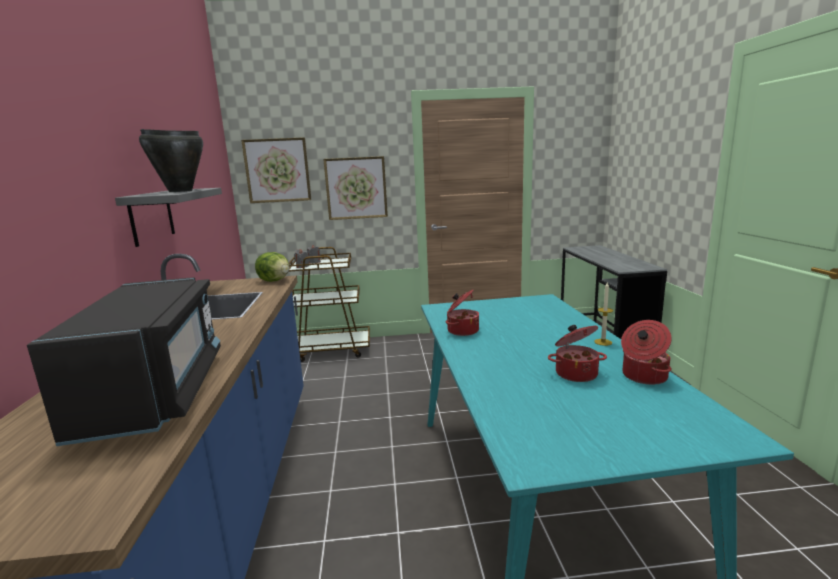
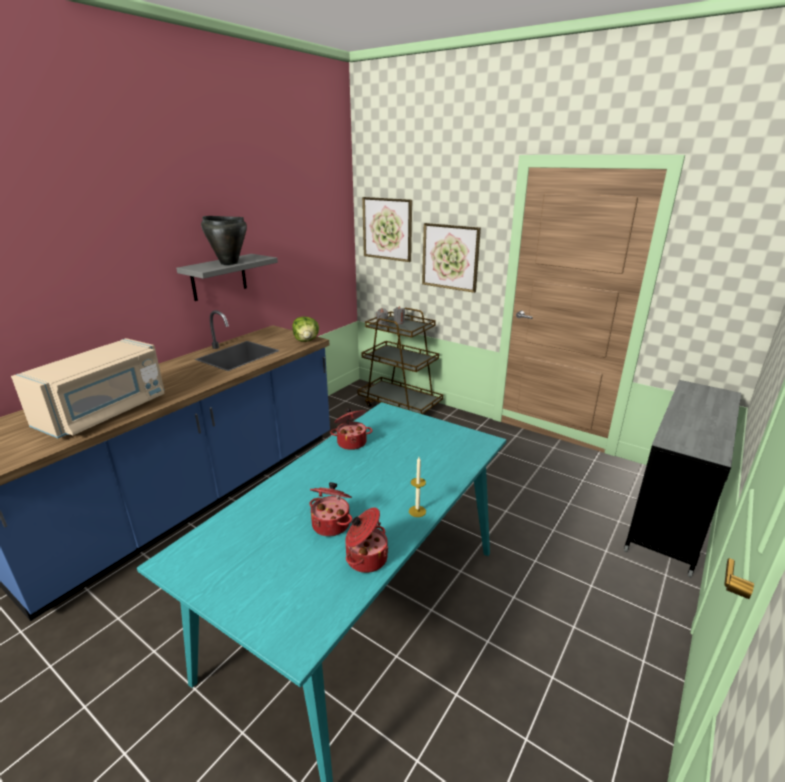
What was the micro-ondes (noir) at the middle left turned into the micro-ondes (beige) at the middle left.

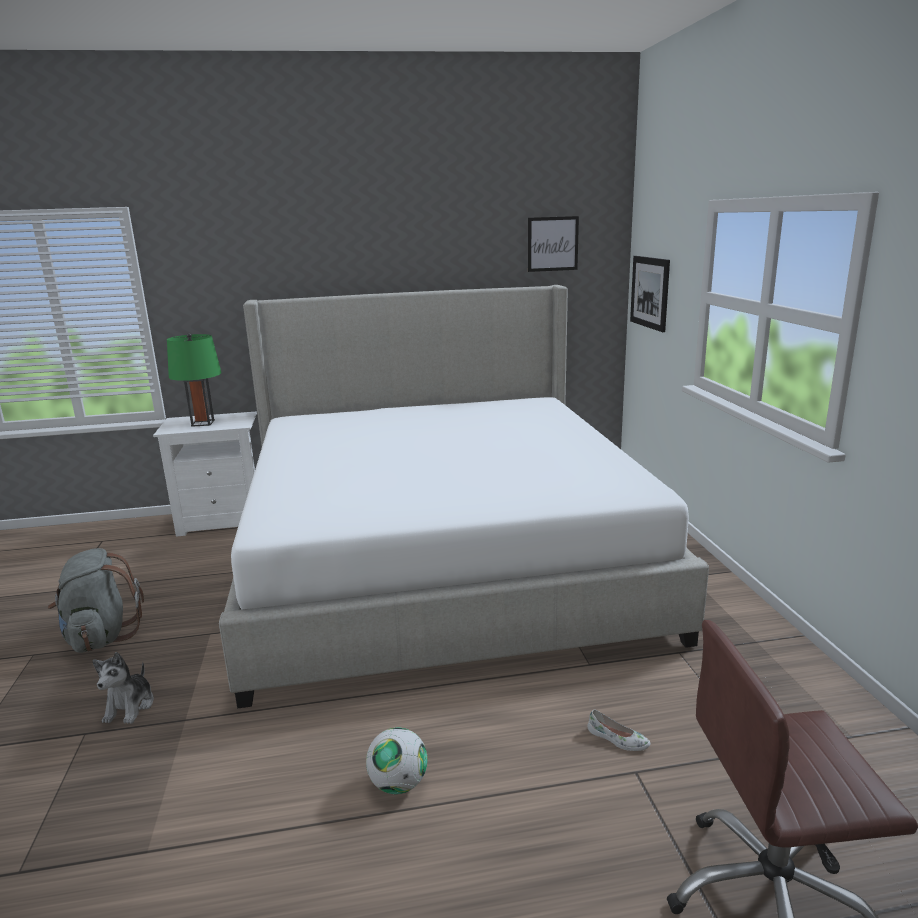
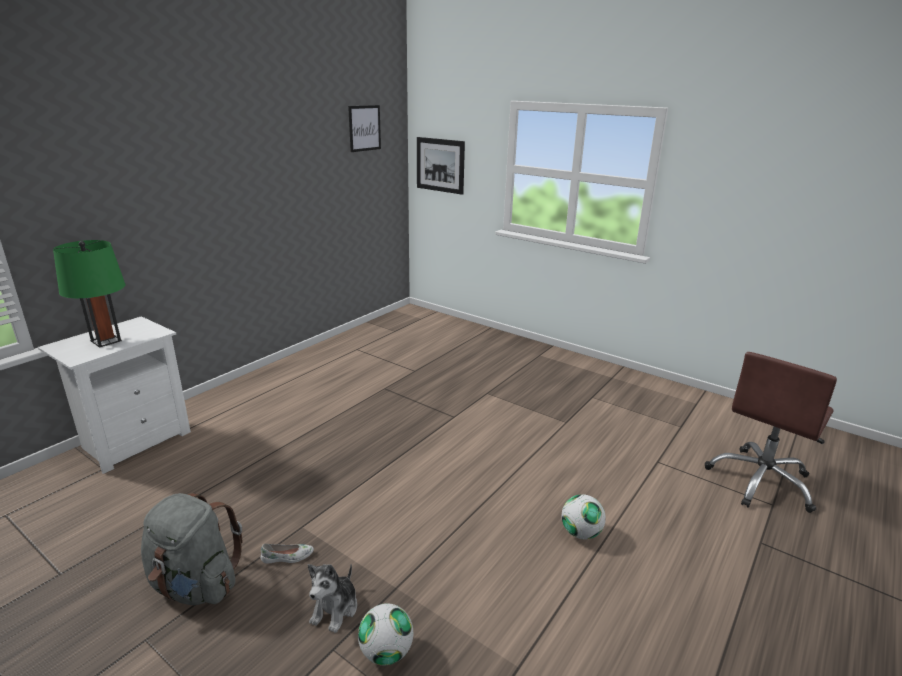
The chaussure (blanc) ended up elsewhere, having gone from the bottom right to the bottom left.
The peluche at the bottom left ended up facing another way, 60 degrees clockwise from before.
The second view gained the ballon de foot (1st from left) at the bottom centre.
The second view lost the lit at the centre.

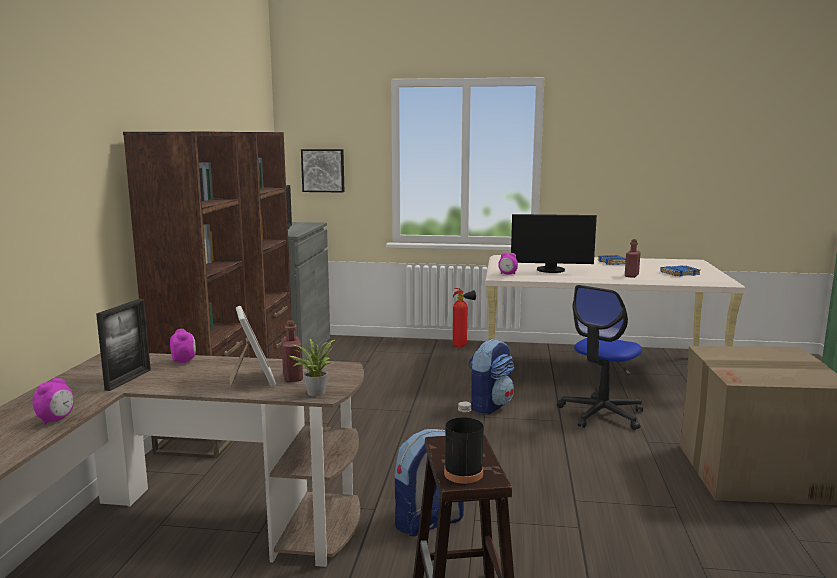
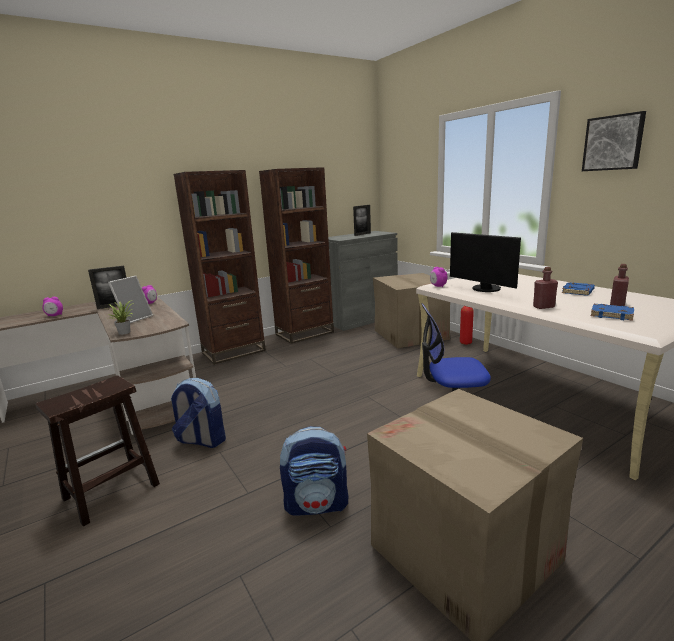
The sac à dos (2nd from left) ended up elsewhere, having gone from the centre to the bottom centre.
The second view gained the carton (1st from left) at the centre.
The tableau ended up elsewhere, having gone from the top centre to the top right.
The bouteille (rouge) (1st from left in the first image) ended up elsewhere, having gone from the centre to the middle right.
The second view lost the bouteille (noir) at the bottom centre.

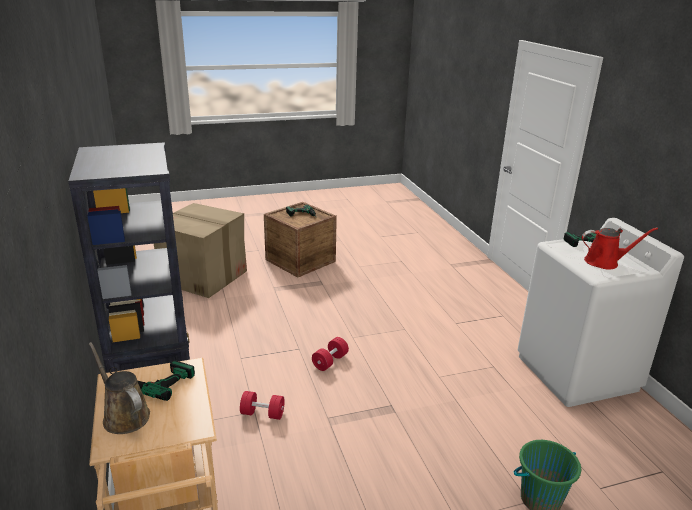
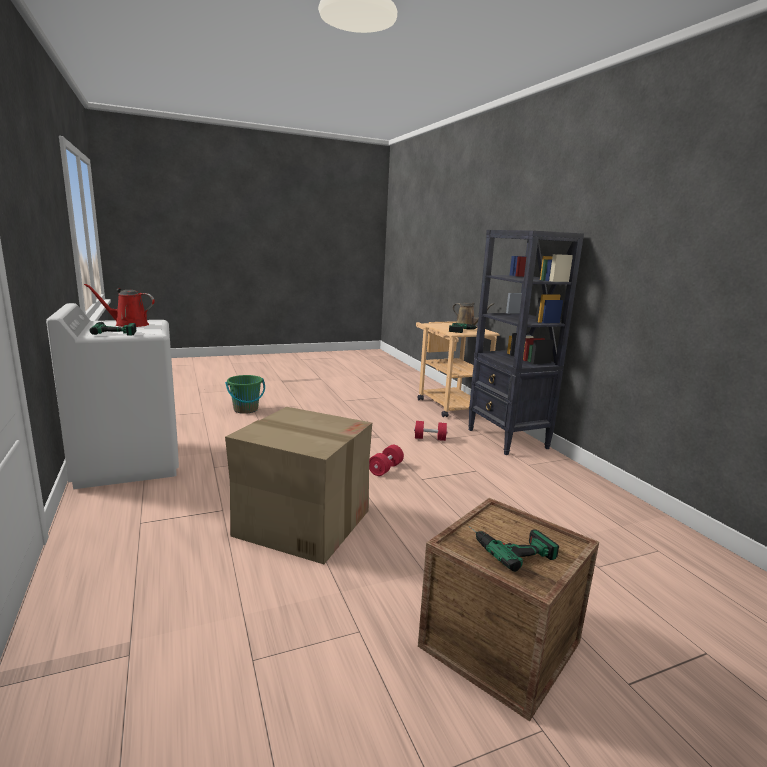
The carton ended up elsewhere, having gone from the middle left to the centre.

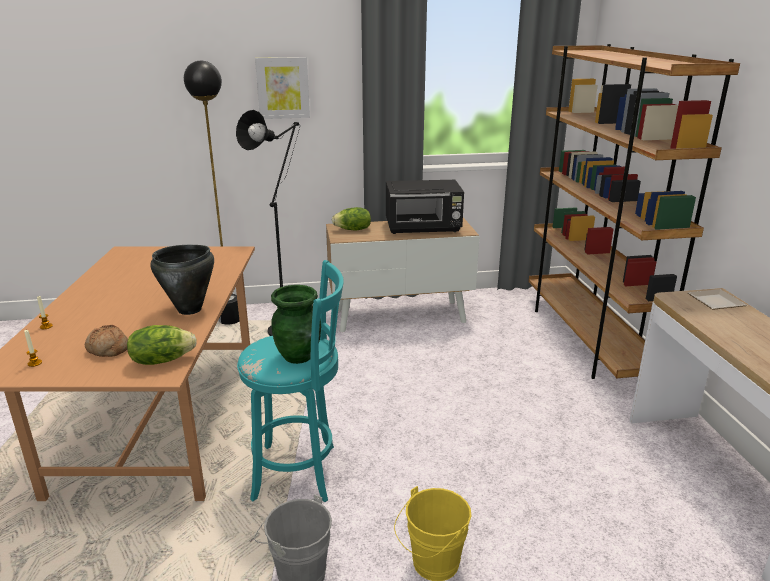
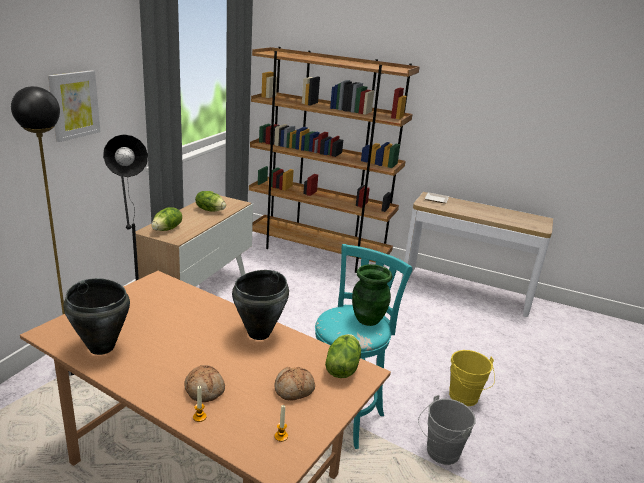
The second view gained the marmite (noir) (1st from left) at the middle left.
The second view gained the pain (1st from left) at the bottom left.
Where the micro-ondes (noir) stood at the centre, the laitue (2nd from left) came to stand at the middle left.

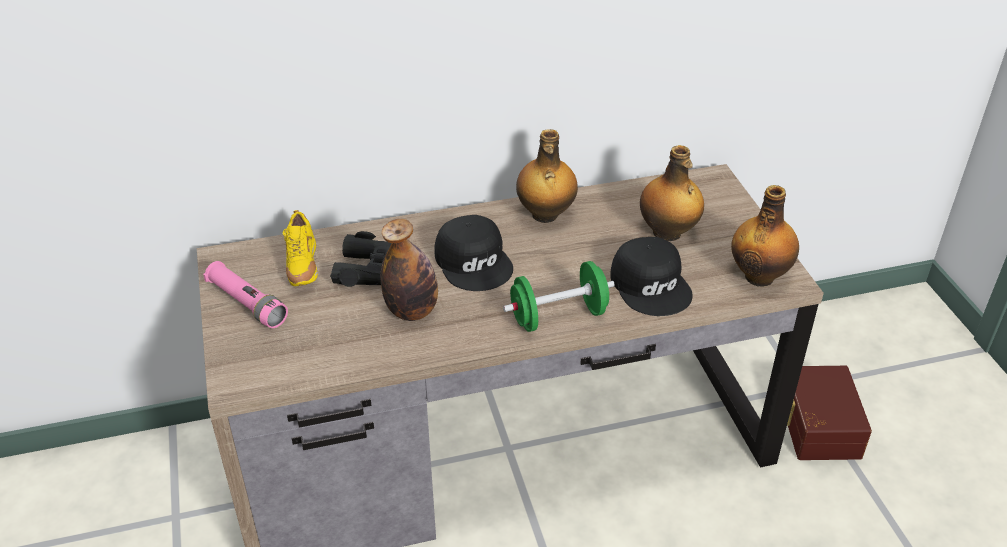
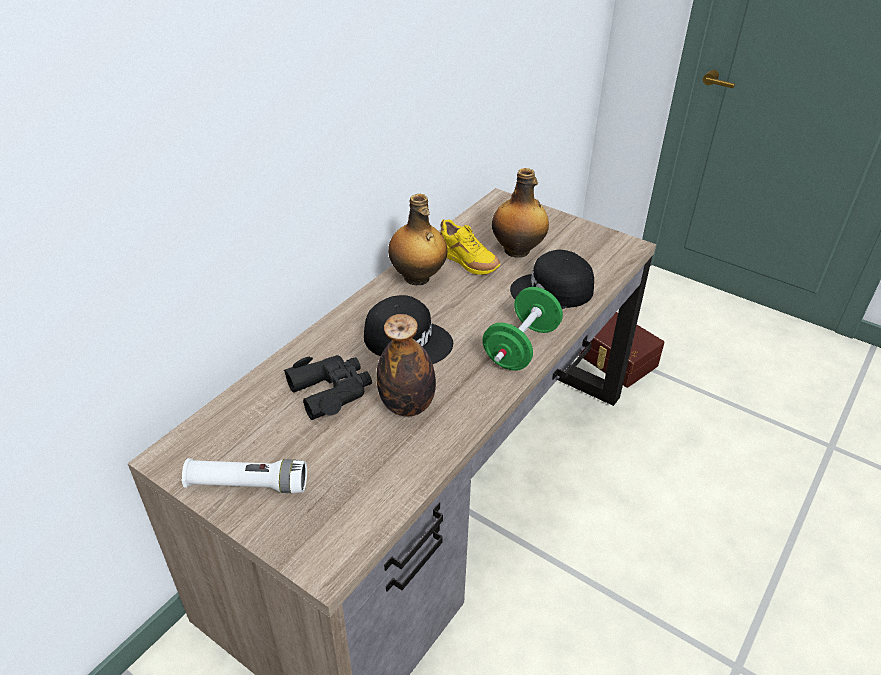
What was the lampe de poche (rose) at the middle left turned into the lampe de poche (blanc) at the bottom left.
The chaussure (jaune) ended up elsewhere, having gone from the middle left to the centre.
The casquette (noir) (2nd from left) at the centre ended up facing another way, 135 degrees clockwise from before.
The second view lost the bouteille (4th from left) at the middle right.

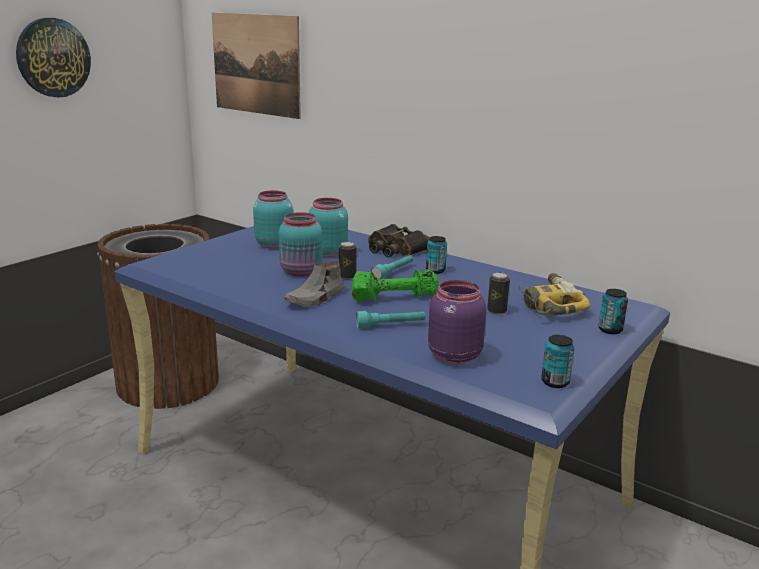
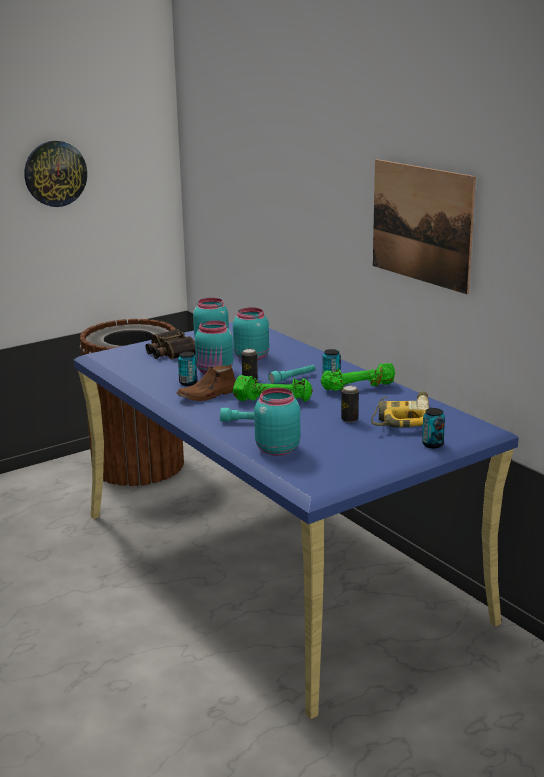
The jumelles ended up elsewhere, having gone from the centre to the middle left.
What was the chaussure (gris) at the centre turned into the chaussure (marron) at the centre.
The boîte métallique (4th from left in the first image) ended up elsewhere, having gone from the middle right to the centre.
What was the bocal (violet) at the centre turned into the bocal (turquoise) (4th from left) at the centre.
The second view gained the haltère (vert) (2nd from left) at the centre.
The tableau ended up elsewhere, having gone from the top centre to the top right.

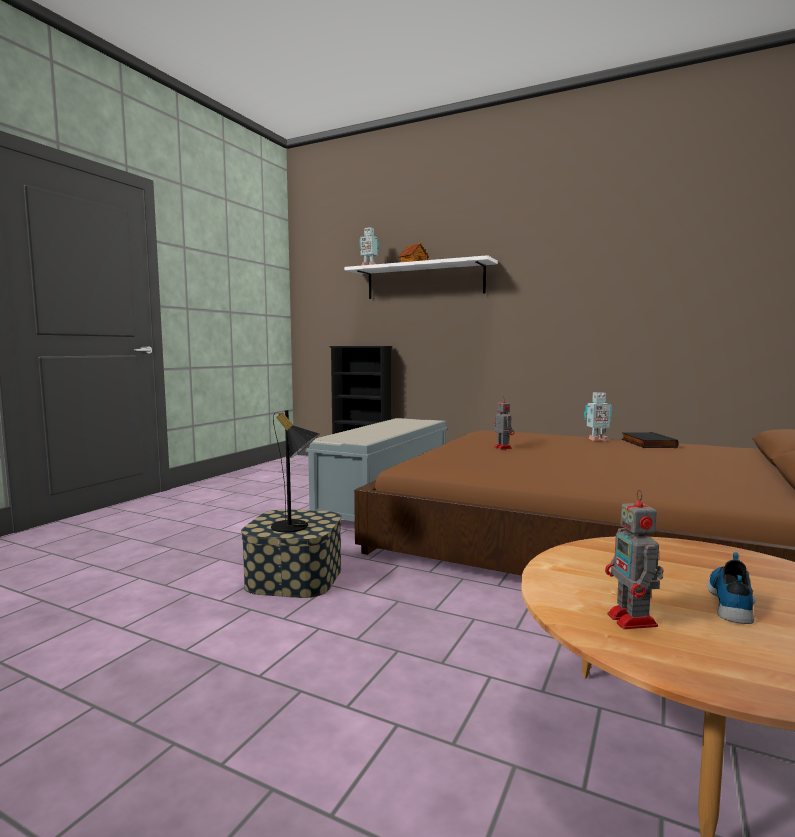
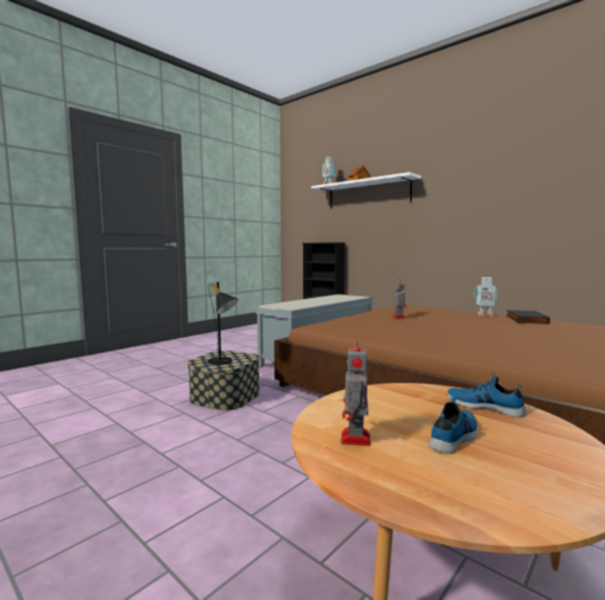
The second view gained the chaussure (2nd from left) at the middle right.

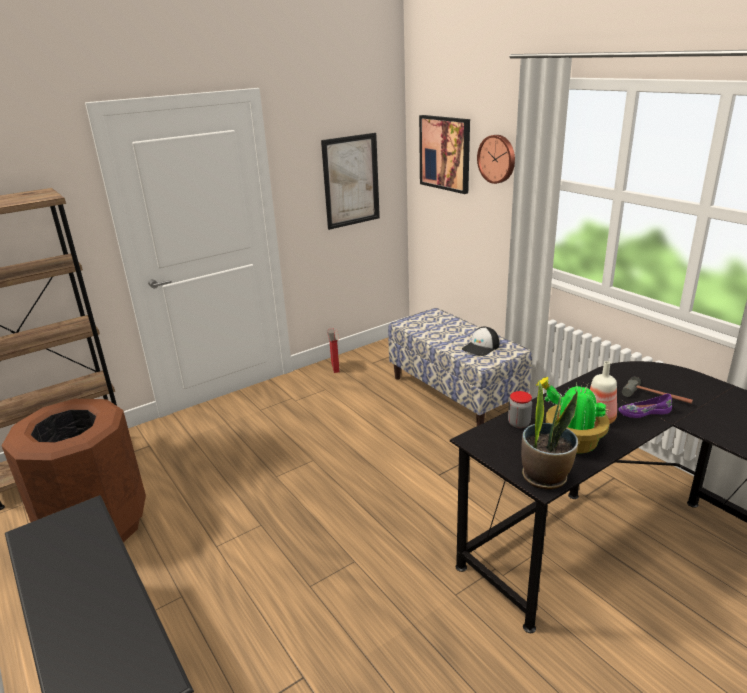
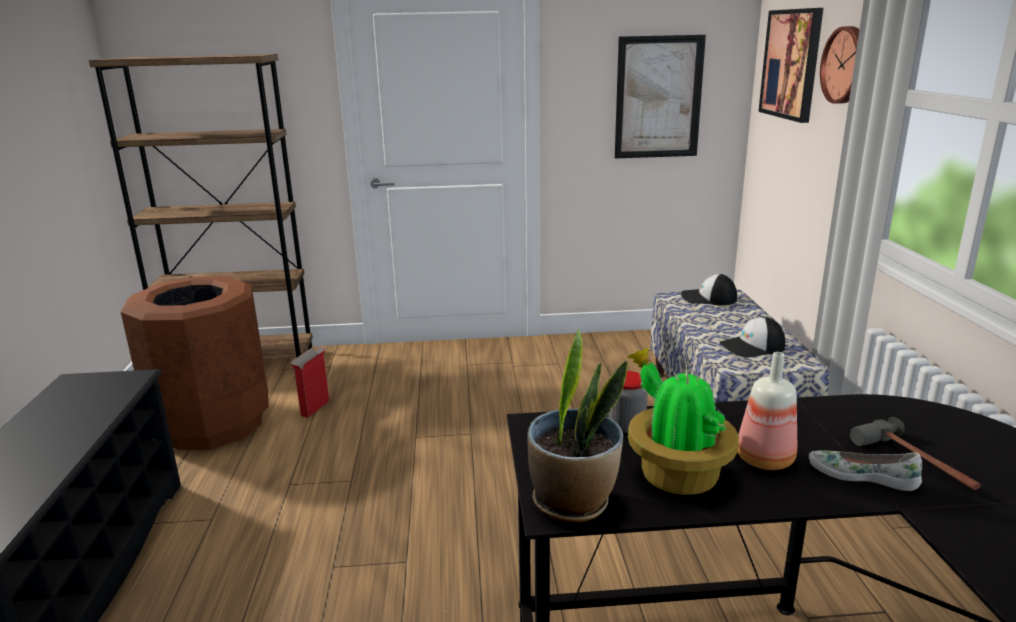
The carton ended up elsewhere, having gone from the centre to the middle left.
The second view gained the casquette (1st from left) at the middle right.
What was the chaussure (violet) at the middle right turned into the chaussure (blanc) at the bottom right.

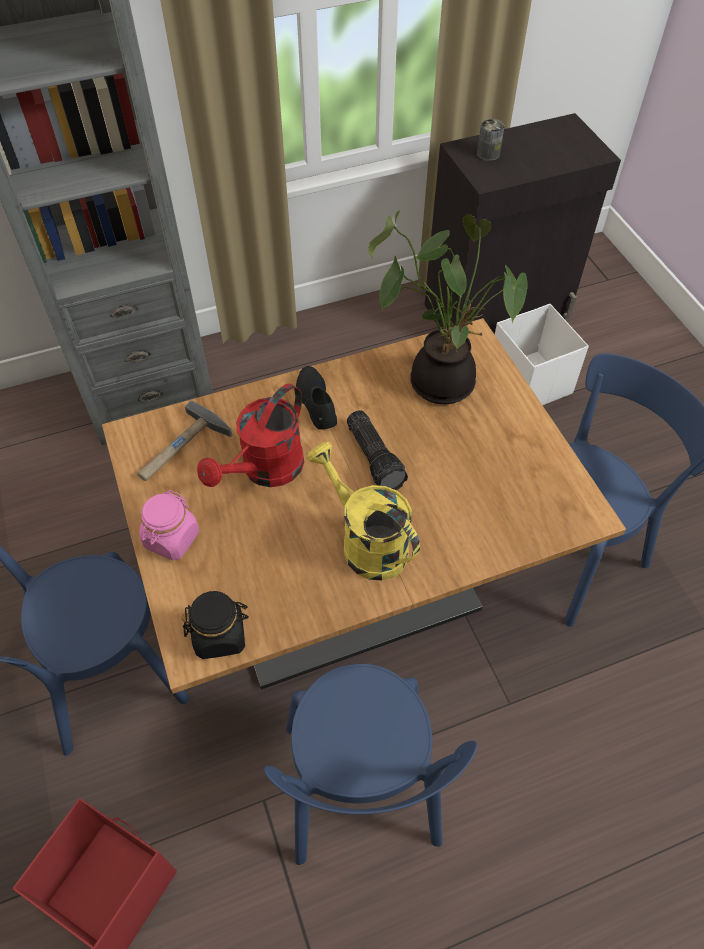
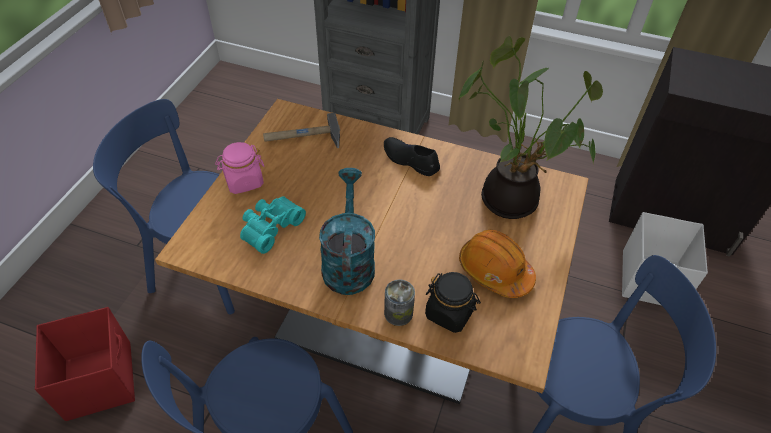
The second view gained the jumelles (turquoise) at the centre.
What was the arrosoir (jaune) at the centre turned into the arrosoir (turquoise) at the centre.
The chaussure (noir) at the centre ended up facing another way, 75 degrees counterclockwise from before.
The boîte métallique ended up elsewhere, having gone from the top right to the bottom centre.
The bocal (noir) ended up elsewhere, having gone from the middle left to the bottom centre.
The second view gained the casque de chantier (orange) at the centre.
The second view lost the arrosoir (rouge) at the centre.
The second view lost the lampe de poche at the centre.

